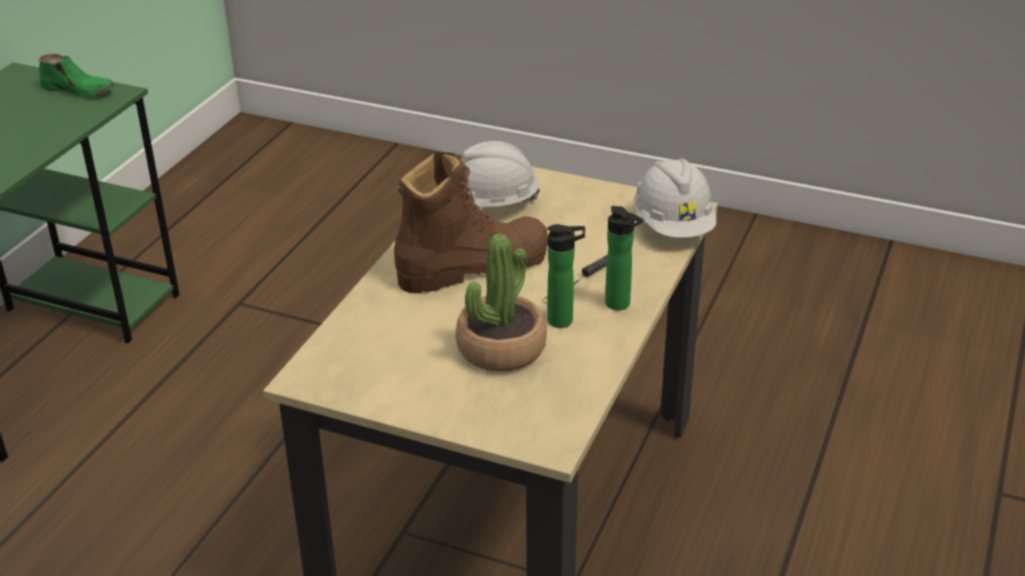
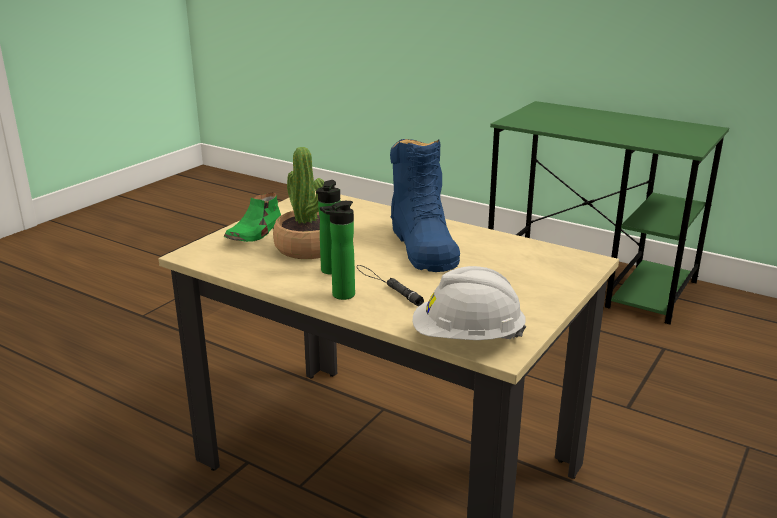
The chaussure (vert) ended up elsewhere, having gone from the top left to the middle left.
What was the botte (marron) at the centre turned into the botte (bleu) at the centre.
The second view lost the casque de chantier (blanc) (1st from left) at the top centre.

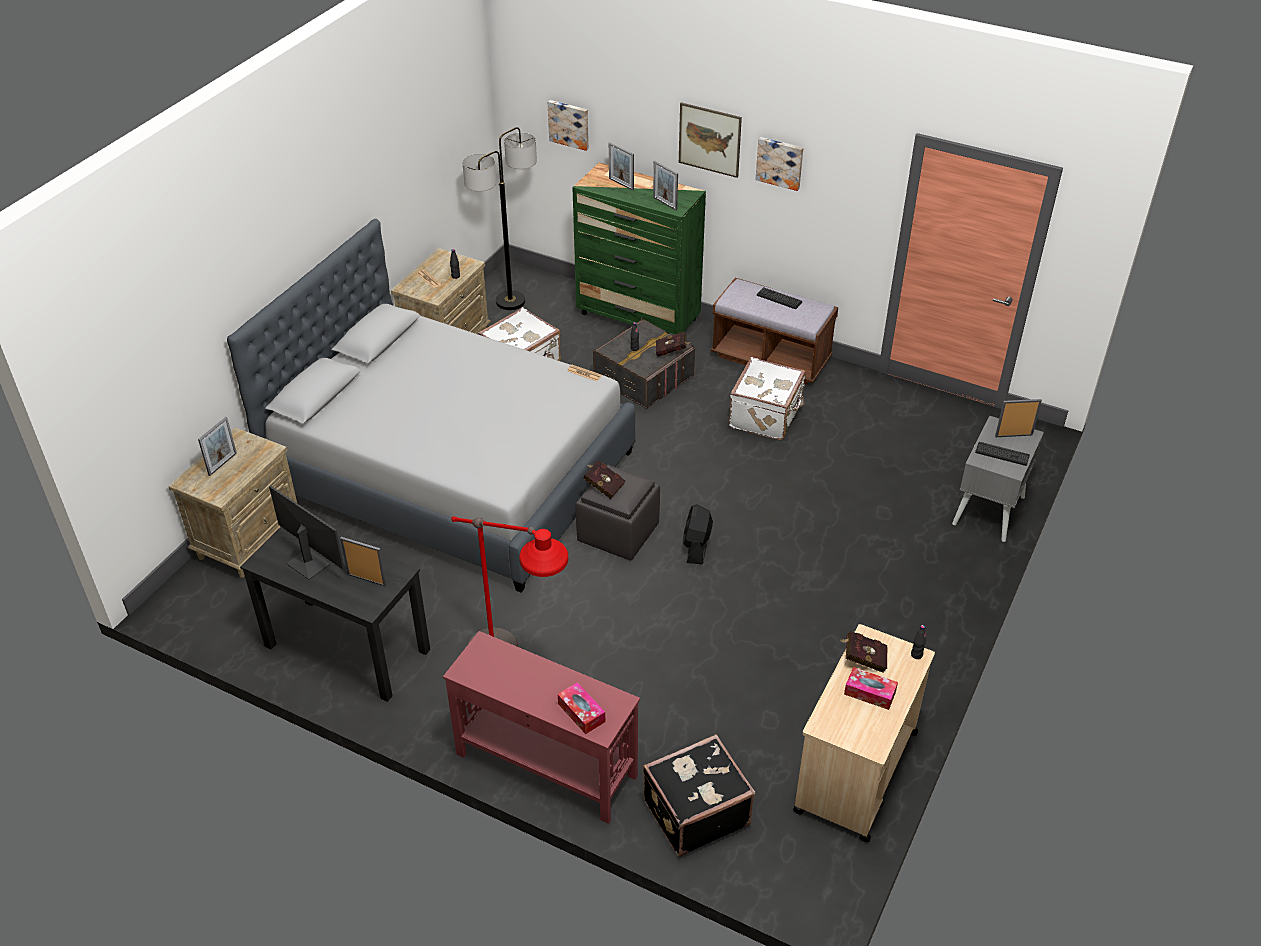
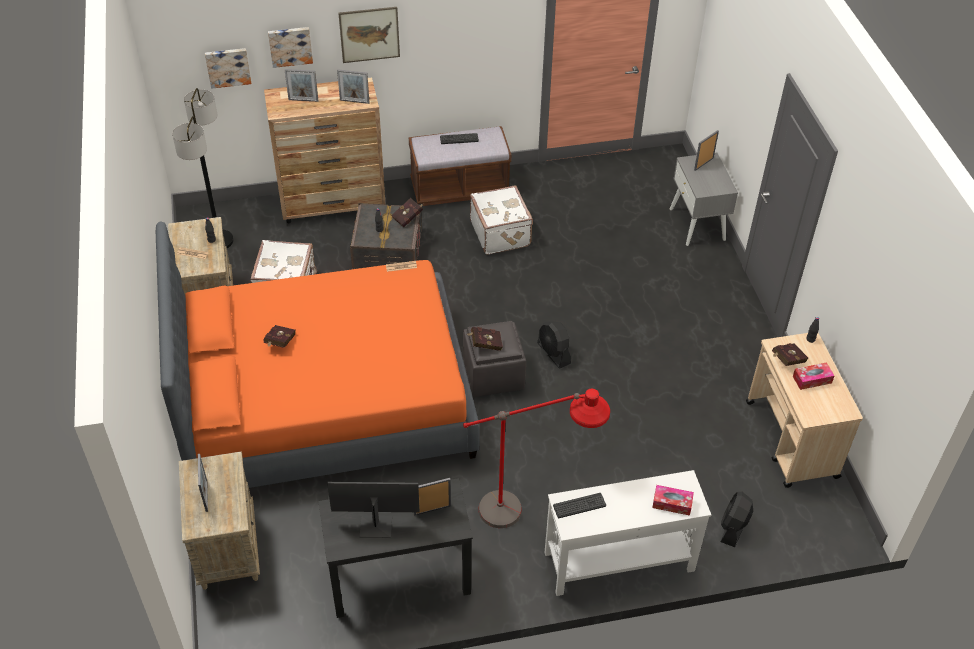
What was the lit (gris) at the centre turned into the lit (orange) at the middle left.
The second view gained the livre (rouge) (1st from left) at the middle left.
What was the commode (vert) at the top centre turned into the commode (marron) at the top left.
The tableau (3rd from left in the first image) ended up elsewhere, having gone from the top centre to the top left.
What was the table console (rouge) at the bottom centre turned into the table console (blanc) at the bottom centre.
The clavier (2nd from left) ended up elsewhere, having gone from the middle right to the bottom centre.
Where the valise (noir) stood at the bottom centre, the ventilateur (noir) (2nd from left) came to stand at the bottom right.

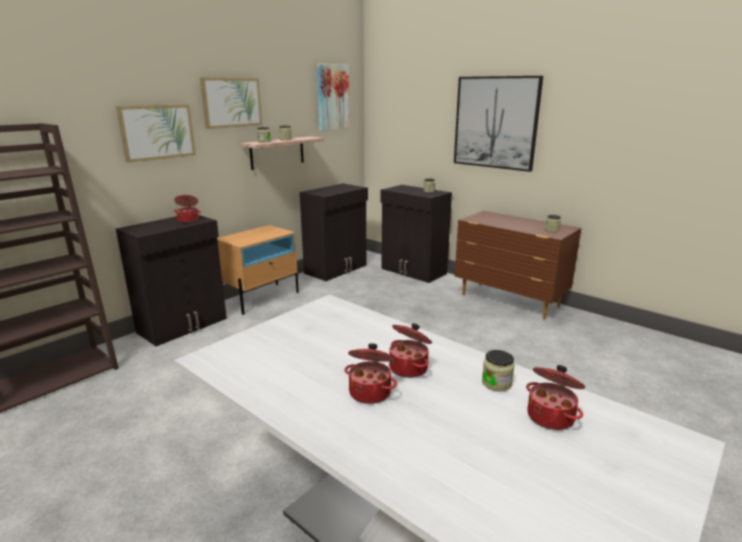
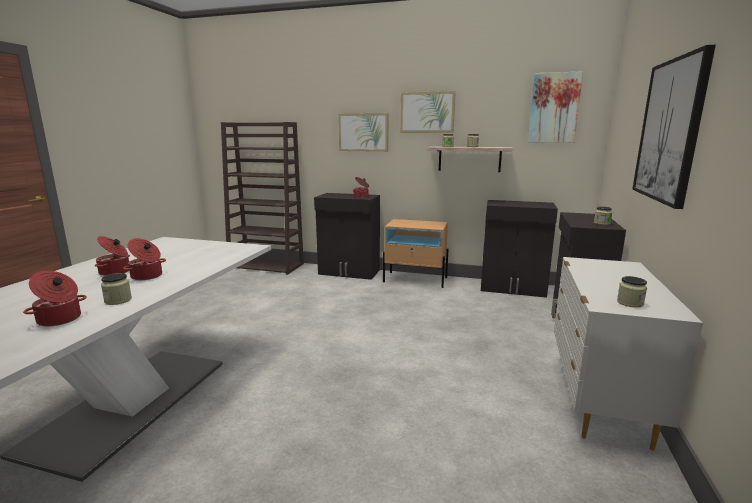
What was the commode (marron) at the middle right turned into the commode (blanc) at the bottom right.

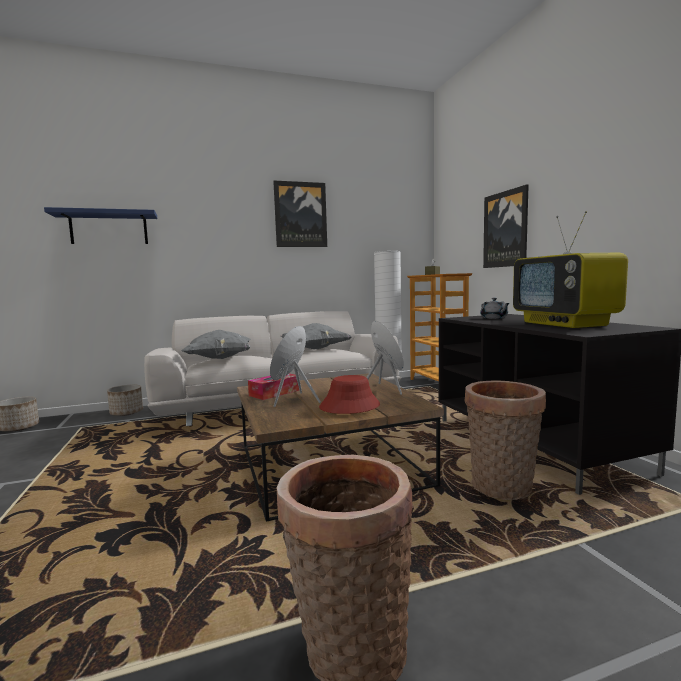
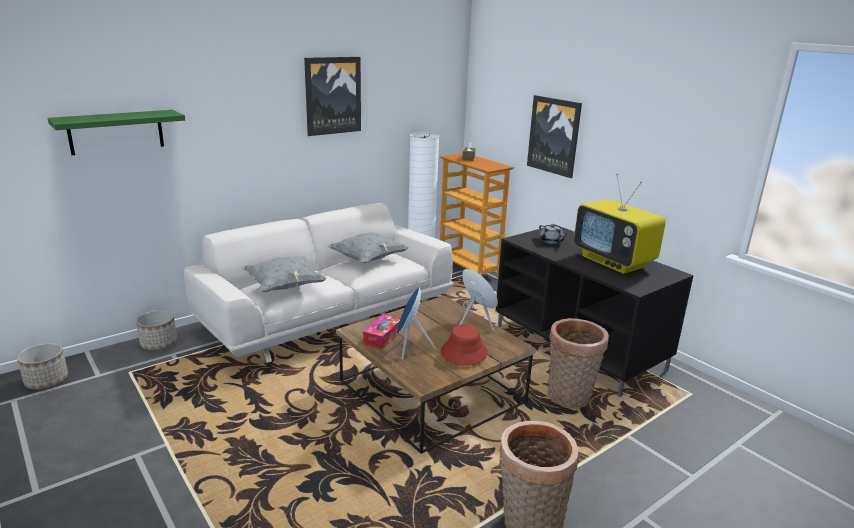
What was the étagère (bleu) at the top left turned into the étagère (vert) at the top left.

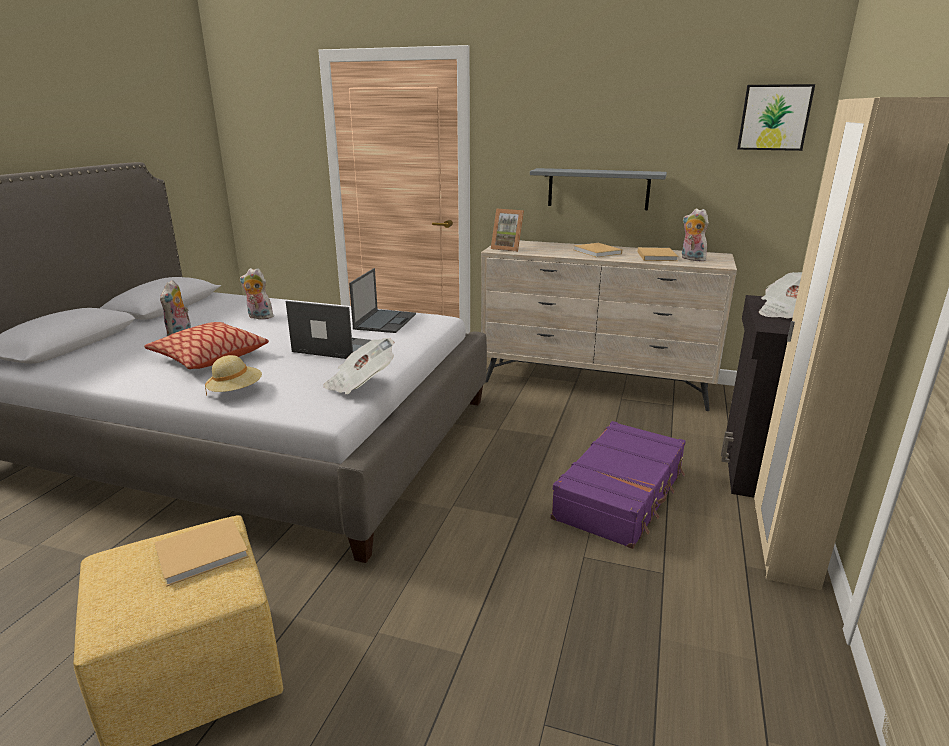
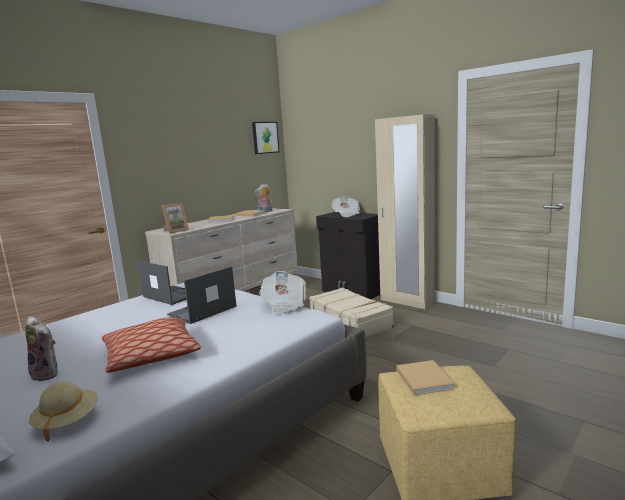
The chapeau (beige) ended up elsewhere, having gone from the middle left to the bottom left.
What was the valise (violet) at the centre turned into the valise (beige) at the centre.
The second view lost the peluche (2nd from left) at the middle left.
The second view lost the étagère (gris) at the top centre.

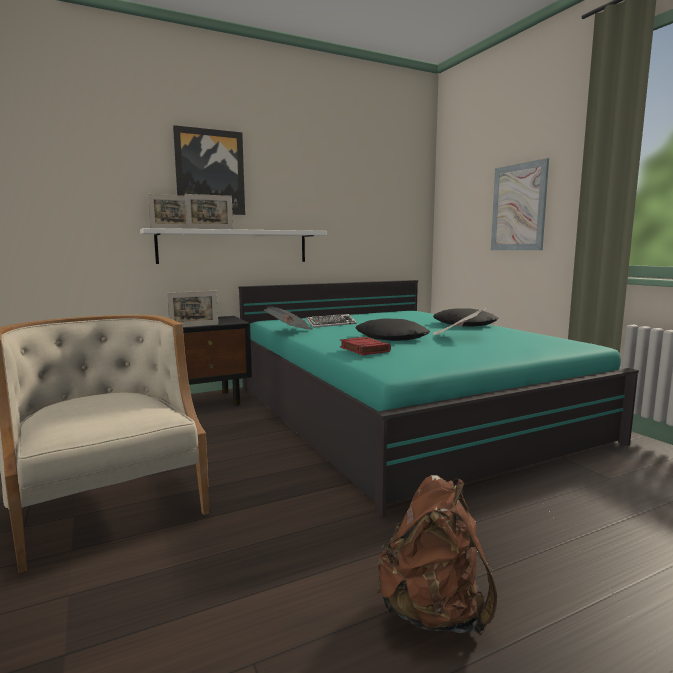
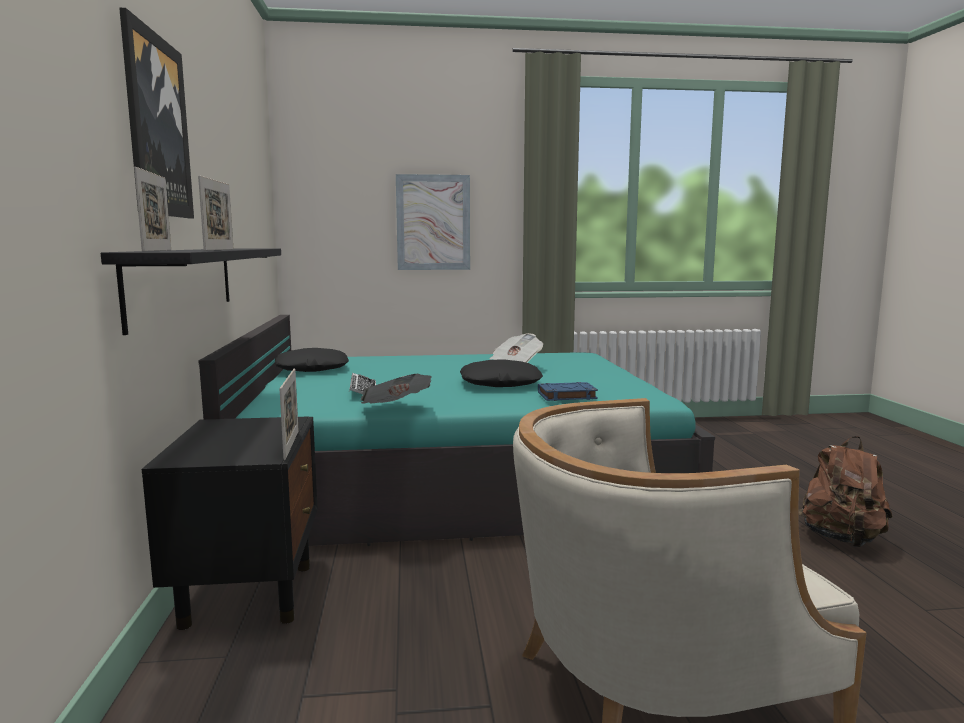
What was the étagère (blanc) at the centre turned into the étagère (noir) at the middle left.
The coussin (noir) (2nd from left in the first image) ended up elsewhere, having gone from the middle right to the middle left.
What was the livre (rouge) at the centre turned into the livre (bleu) at the centre.

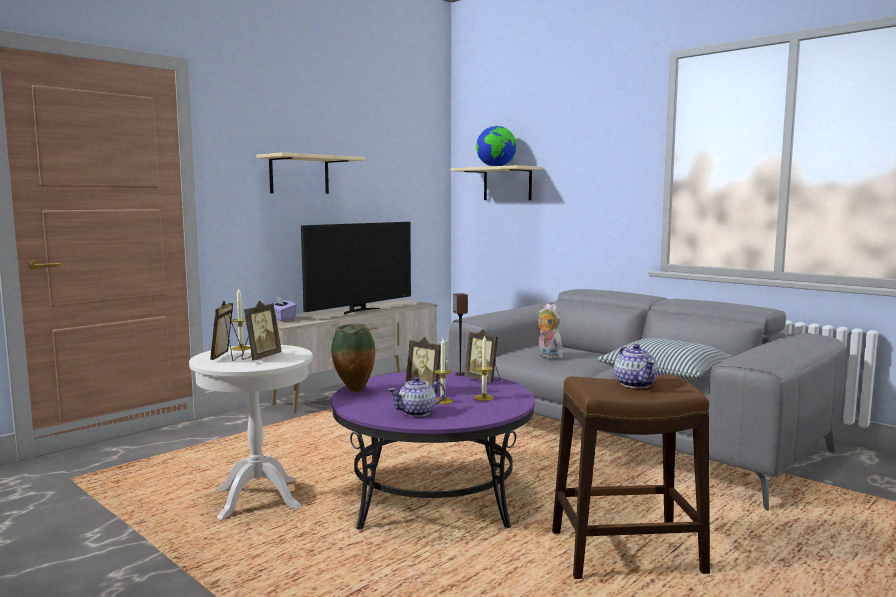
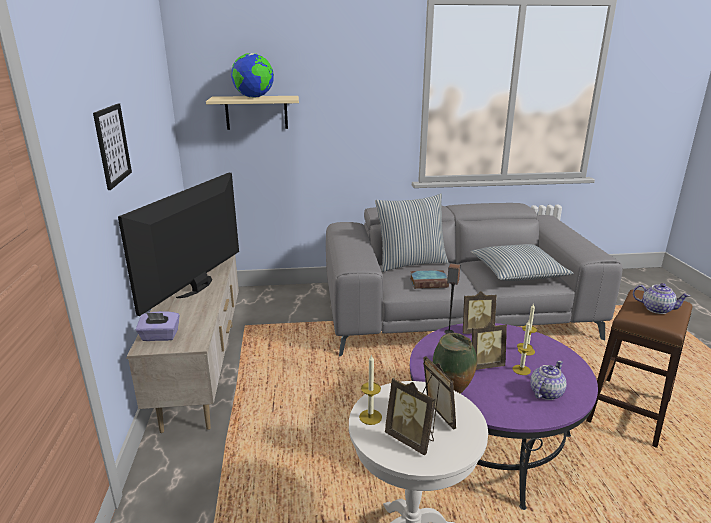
Where the étagère (beige) (1st from left) hung at the top centre, the tableau came to hang at the top left.
The téléviseur at the centre ended up facing another way, 150 degrees counterclockwise from before.
The second view gained the coussin (1st from left) at the centre.
Where the peluche stood at the centre, the livre came to stand at the centre.
The théière (1st from left) at the centre ended up facing another way, 150 degrees counterclockwise from before.

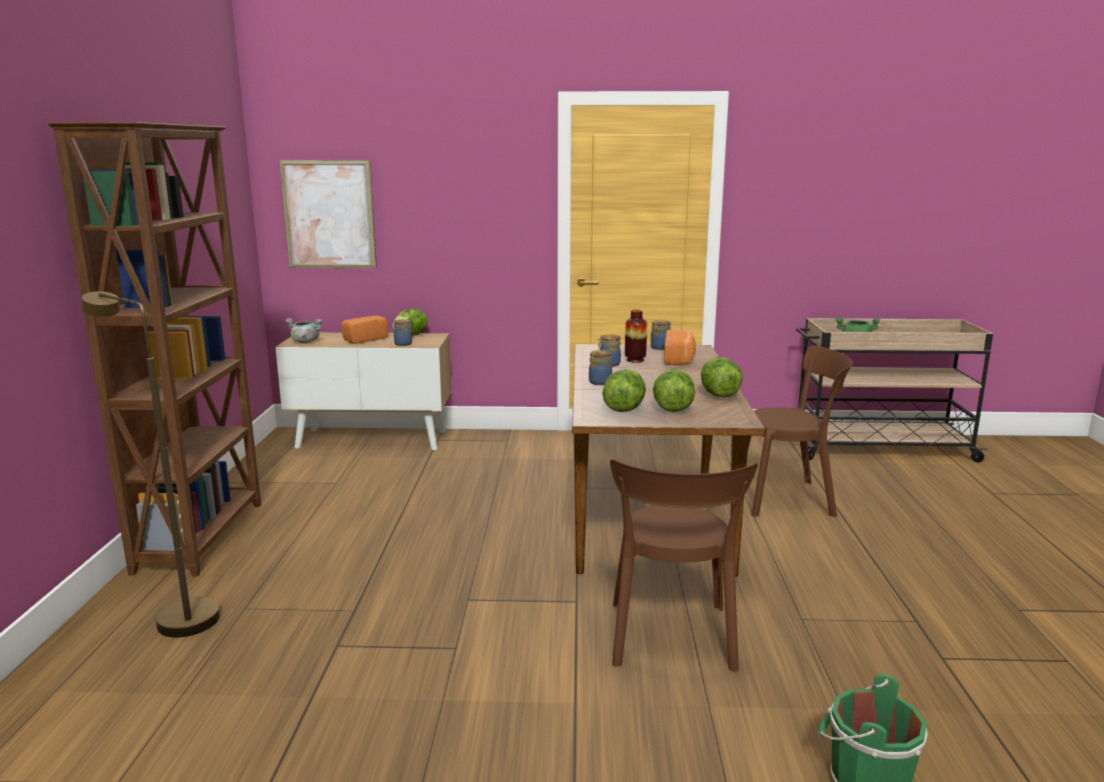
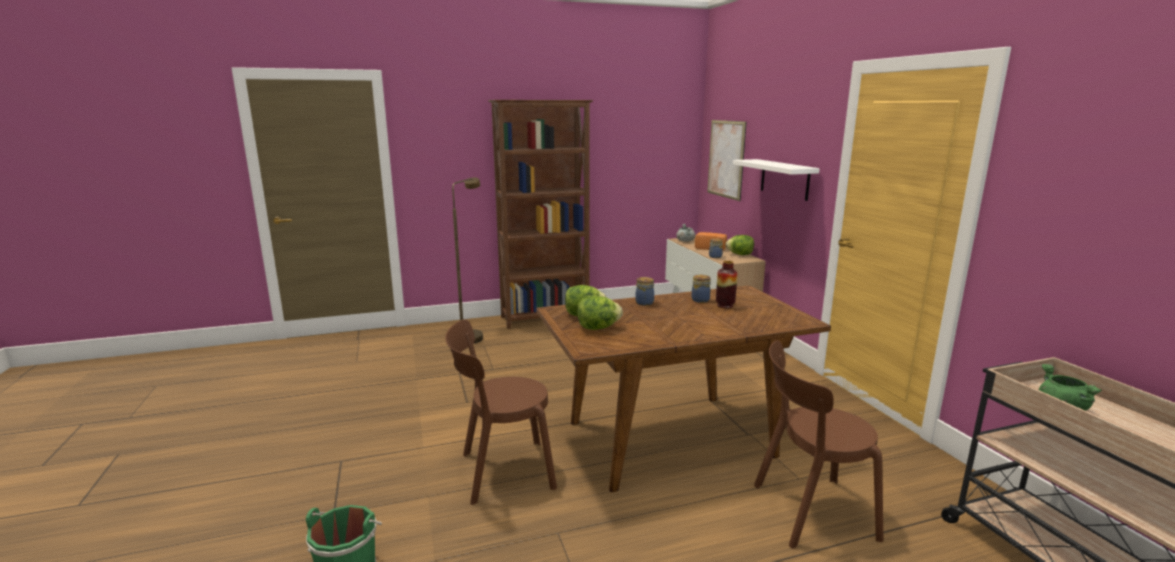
The second view gained the étagère (blanc) at the top centre.
The chaise (marron) (2nd from left) at the middle right ended up facing another way, 105 degrees clockwise from before.
The second view lost the bocal (4th from left) at the centre.
The second view lost the pain (2nd from left) at the centre.
The second view lost the laitue (4th from left) at the centre.

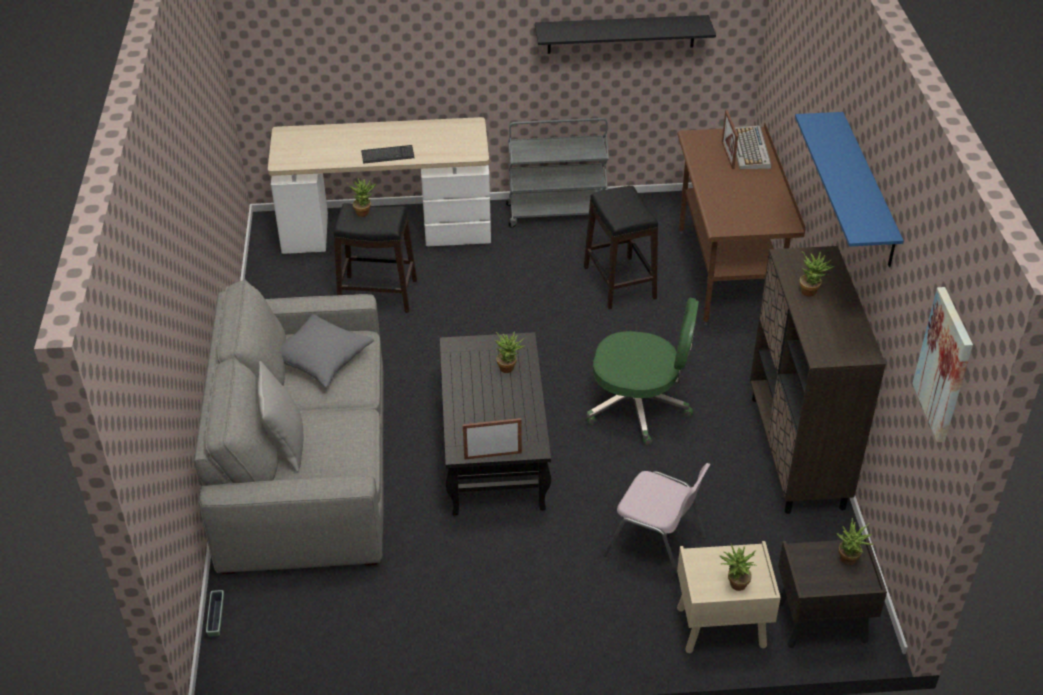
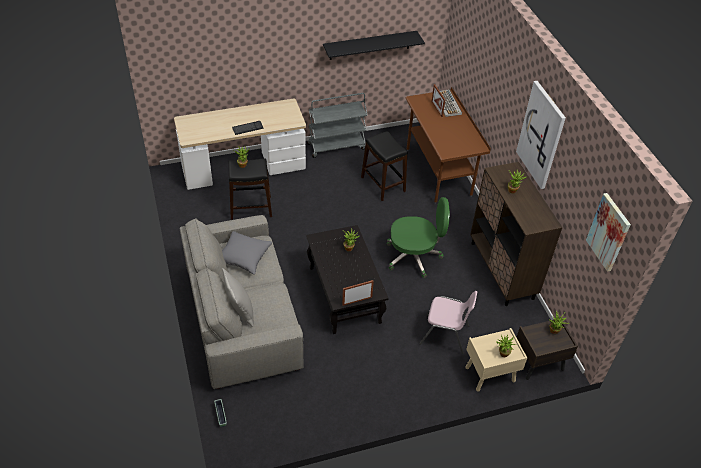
Where the étagère (bleu) hung at the top right, the tableau (1st from left) came to hang at the top right.

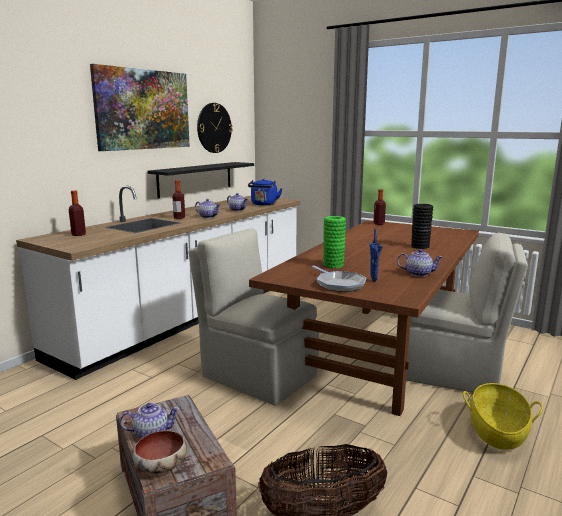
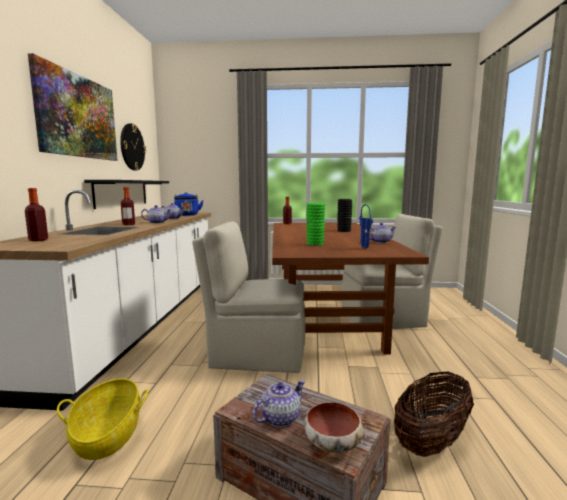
The panier (2nd from left in the first image) ended up elsewhere, having gone from the bottom right to the bottom left.
The second view lost the poêle at the centre.

